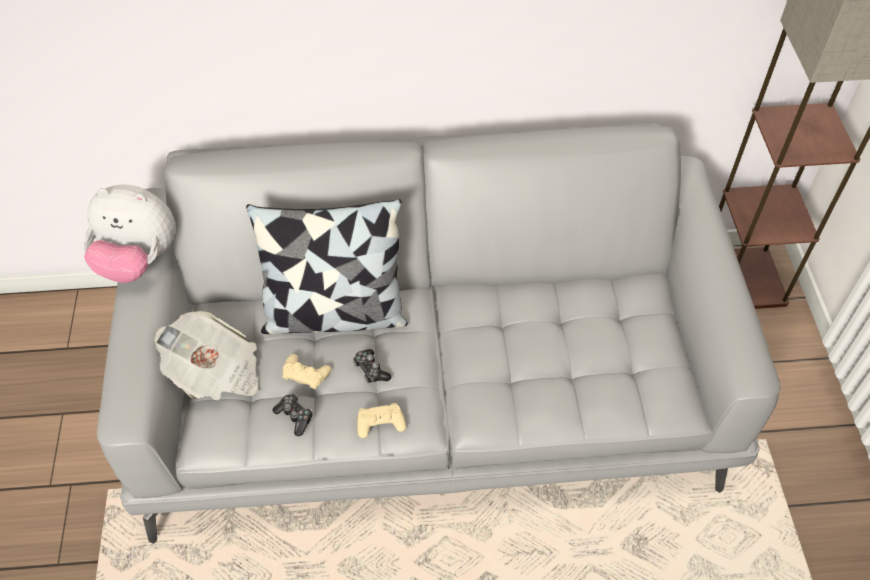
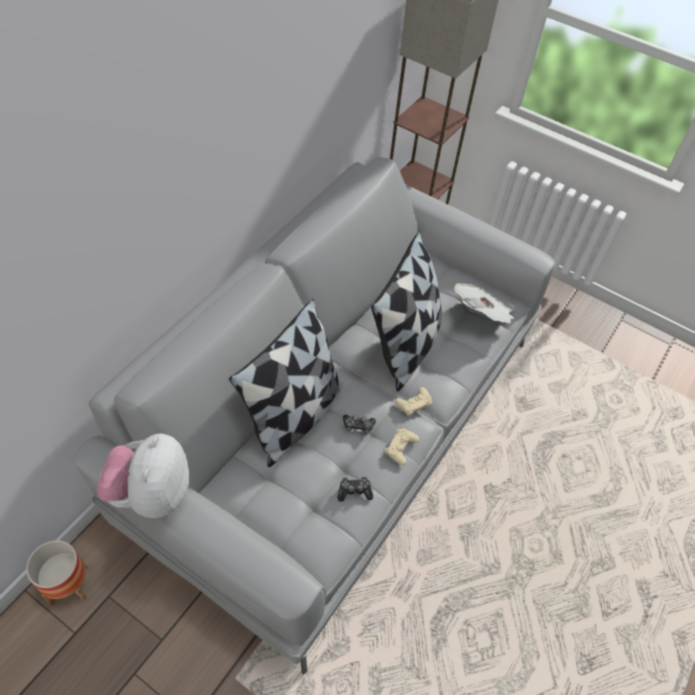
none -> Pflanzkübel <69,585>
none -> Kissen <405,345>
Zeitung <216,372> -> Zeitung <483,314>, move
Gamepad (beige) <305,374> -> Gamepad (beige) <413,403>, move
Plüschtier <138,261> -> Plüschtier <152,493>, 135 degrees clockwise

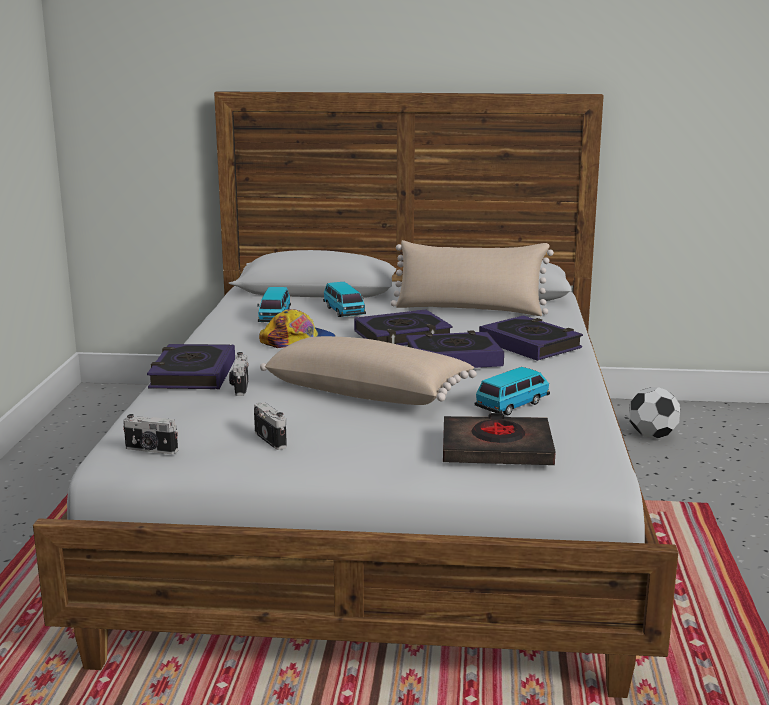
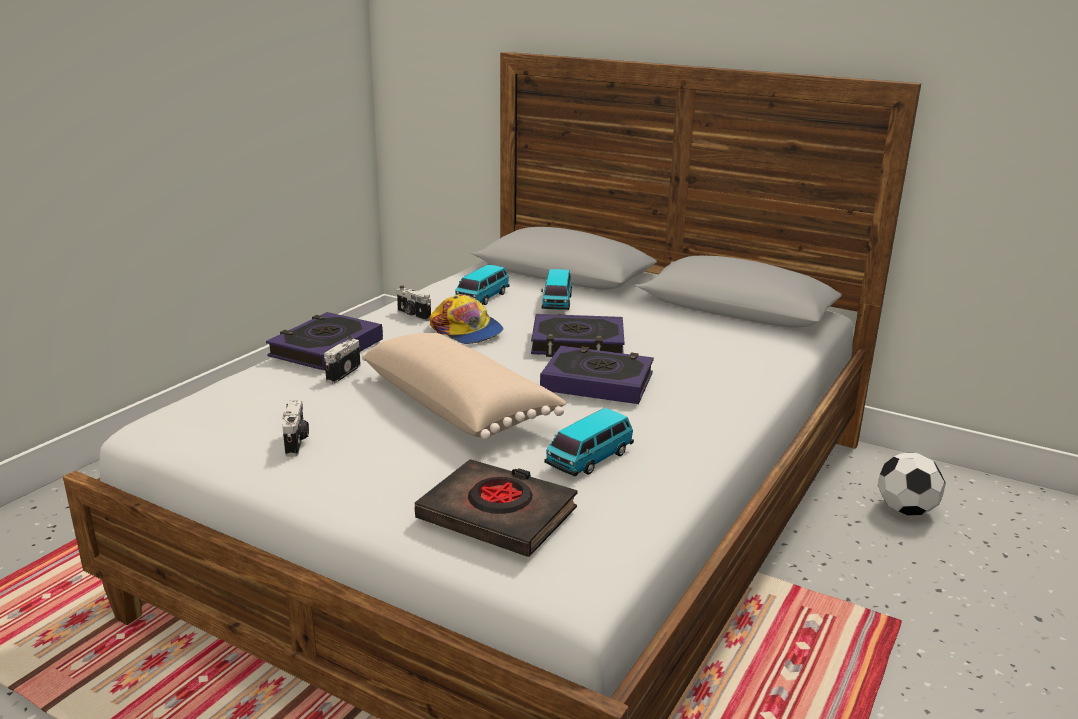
Kissen (beige) <469,309> -> none
Buch <530,345> -> none
Kamera <151,450> -> Kamera <413,315>, move
Spielzeugauto <512,405> -> Spielzeugauto <589,459>, 150 degrees clockwise

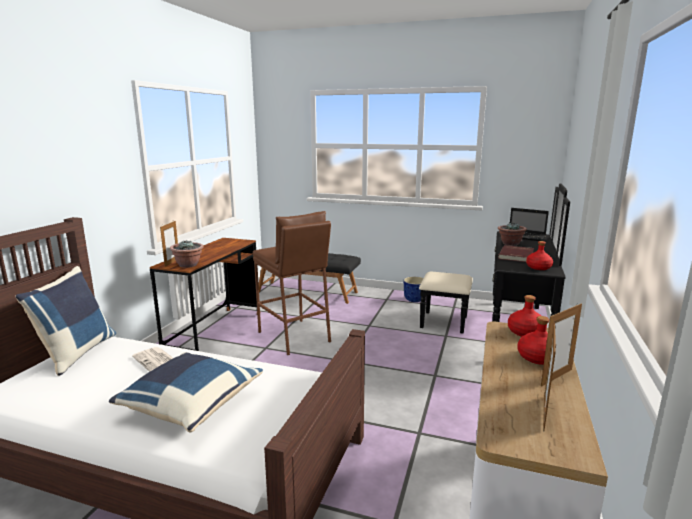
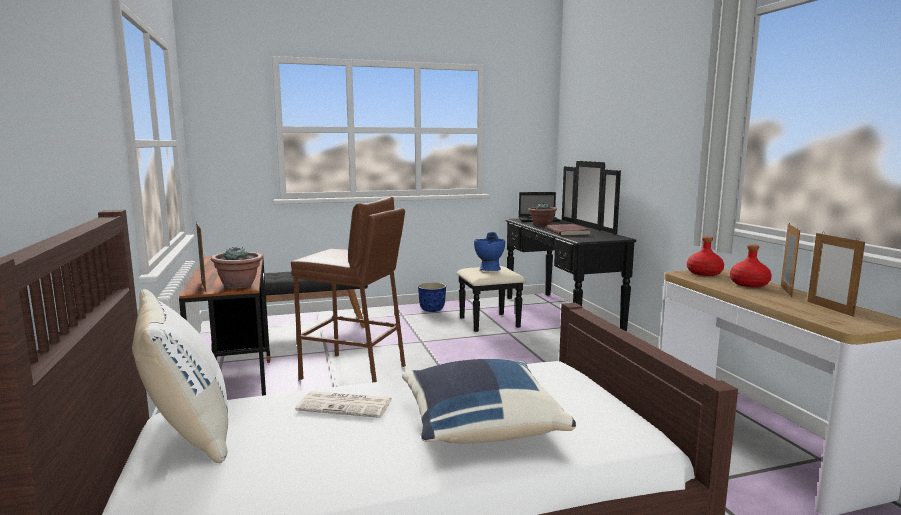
Flasche (rot) <538,267> -> none
none -> Vase (blau) <489,269>
Kissen (blau) <77,353> -> Kissen (weiß) <186,433>

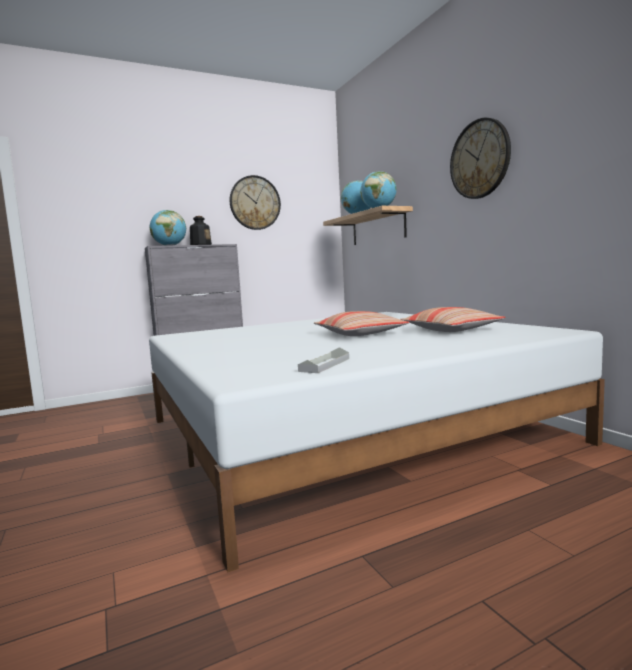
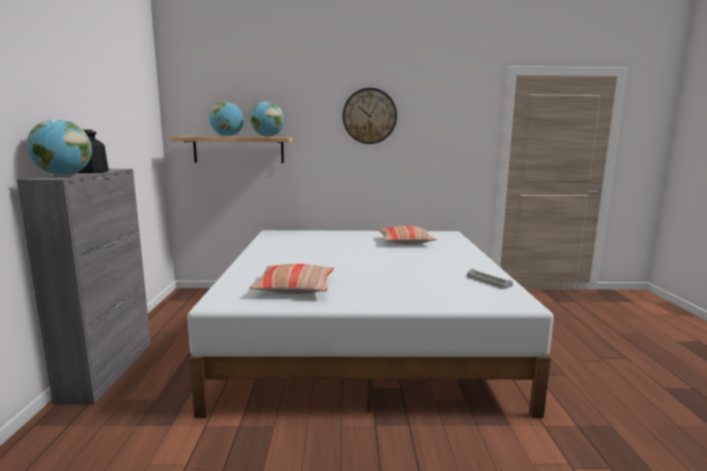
Wanduhr <255,203> -> none
Kissen <360,334> -> Kissen <294,288>, move

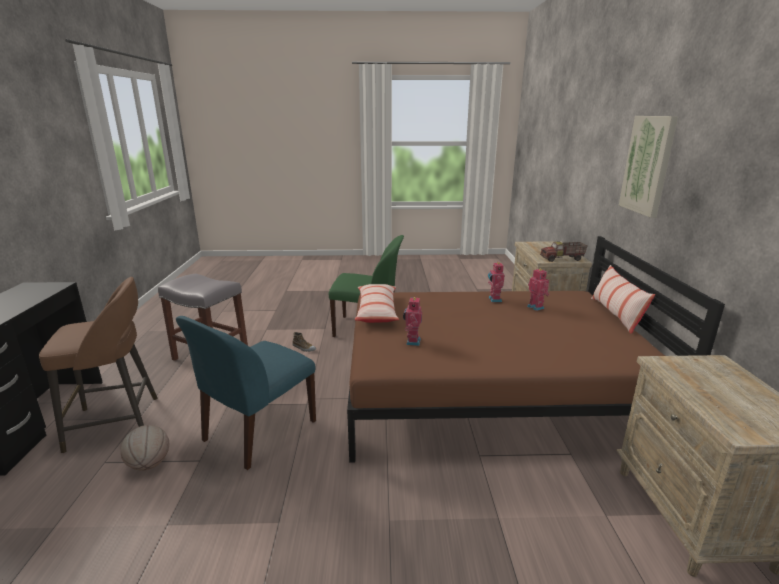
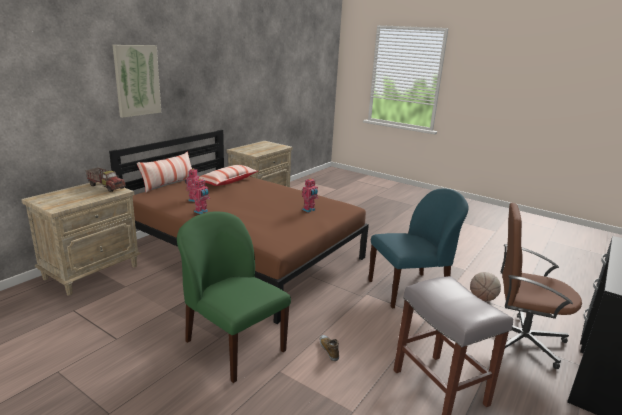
Kissen <377,311> -> Kissen <228,181>, move
Hocker (braun) <117,422> -> Bürostuhl (braun) <521,339>

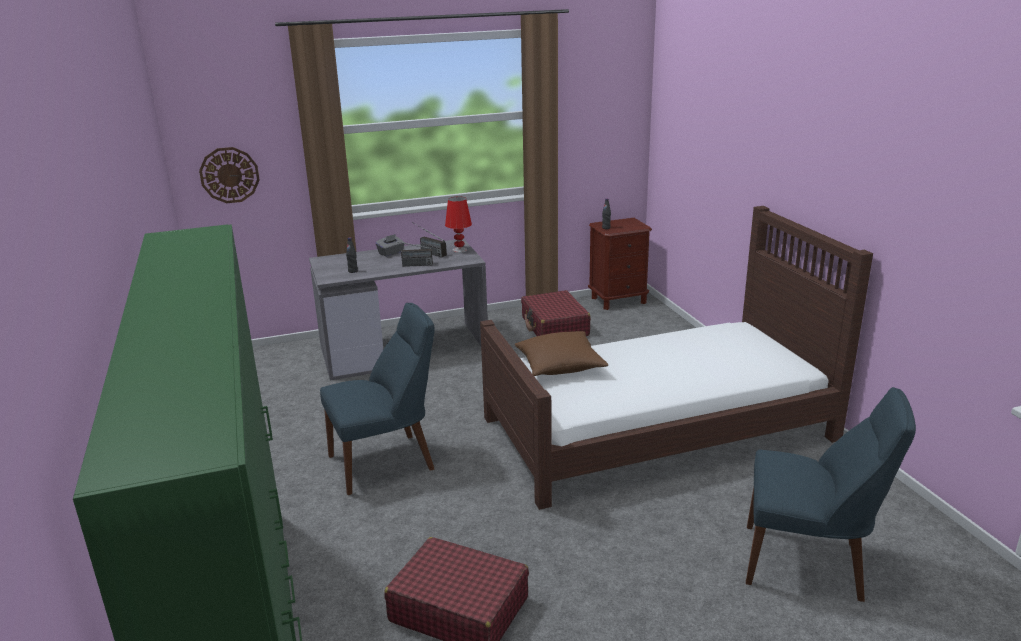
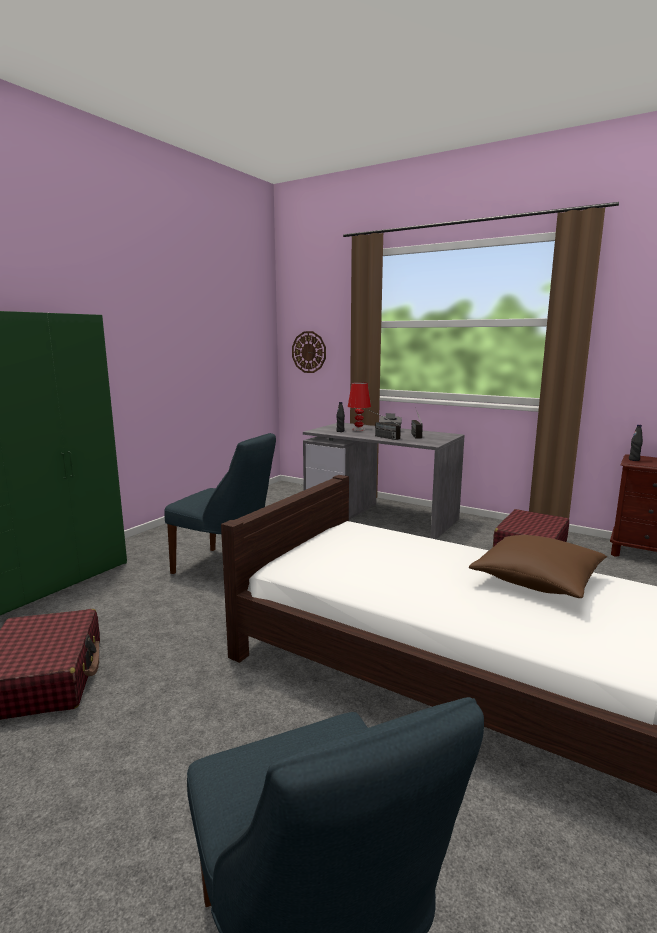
Tischlampe (rot) <459,250> -> Tischlampe (rot) <359,430>, move
Kissen (braun) <560,366> -> Kissen (braun) <537,580>, move

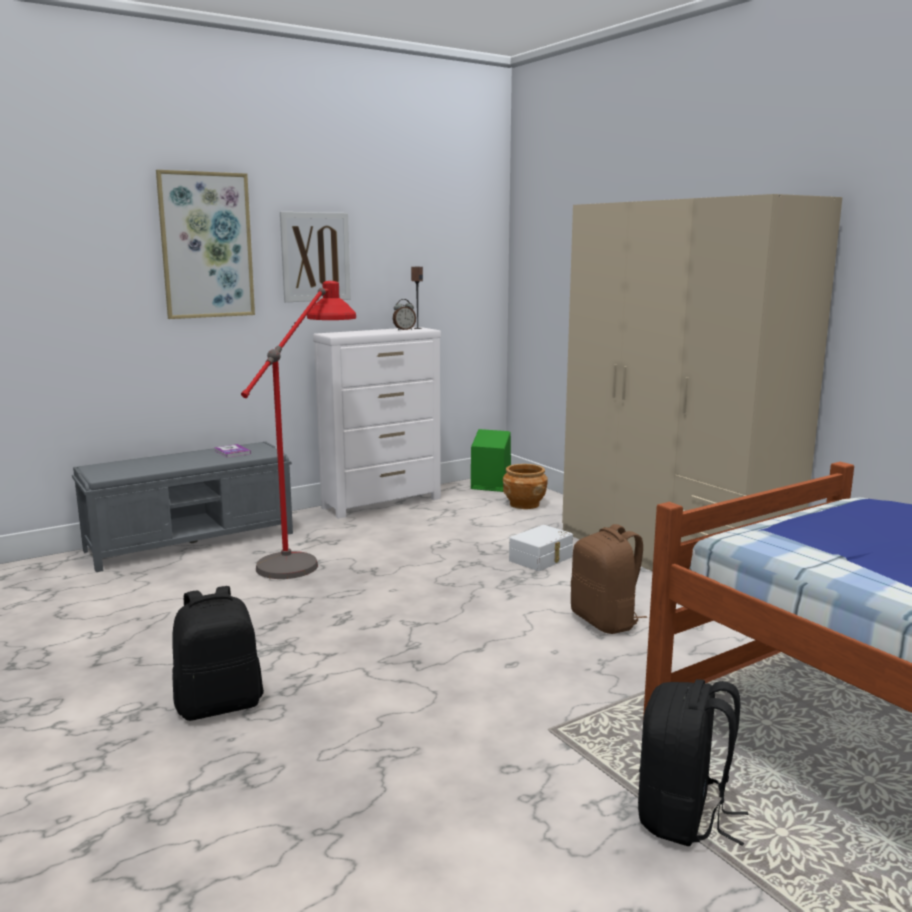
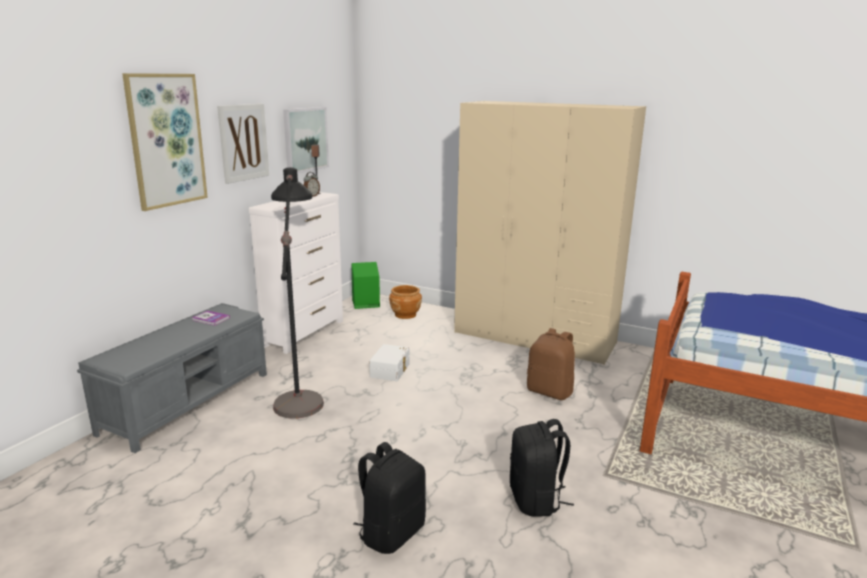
none -> Bild <305,139>
Aufbewahrungsbox (weiß) <542,559> -> Aufbewahrungsbox (weiß) <391,370>, move
Rucksack (schwarz) <683,817> -> Rucksack (schwarz) <536,500>, move
Stehlampe (rot) <309,552> -> Stehlampe (schwarz) <300,388>

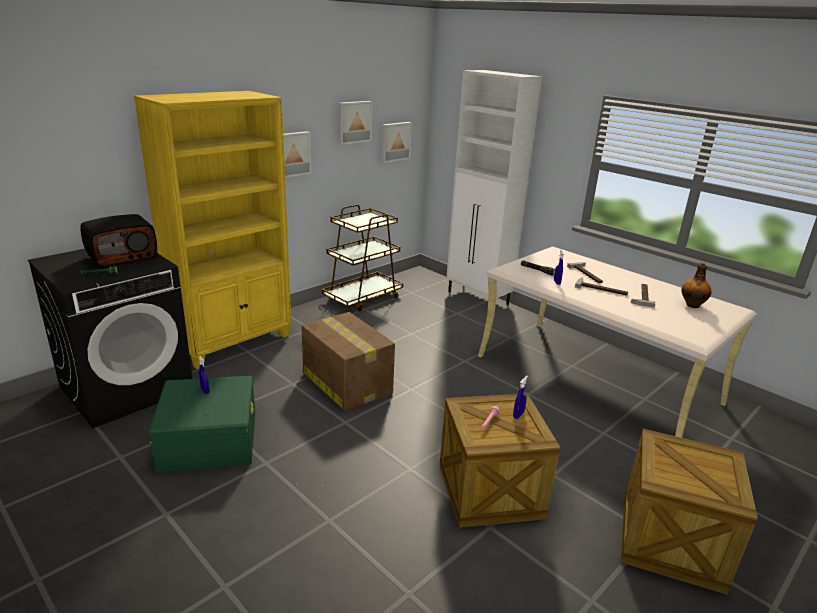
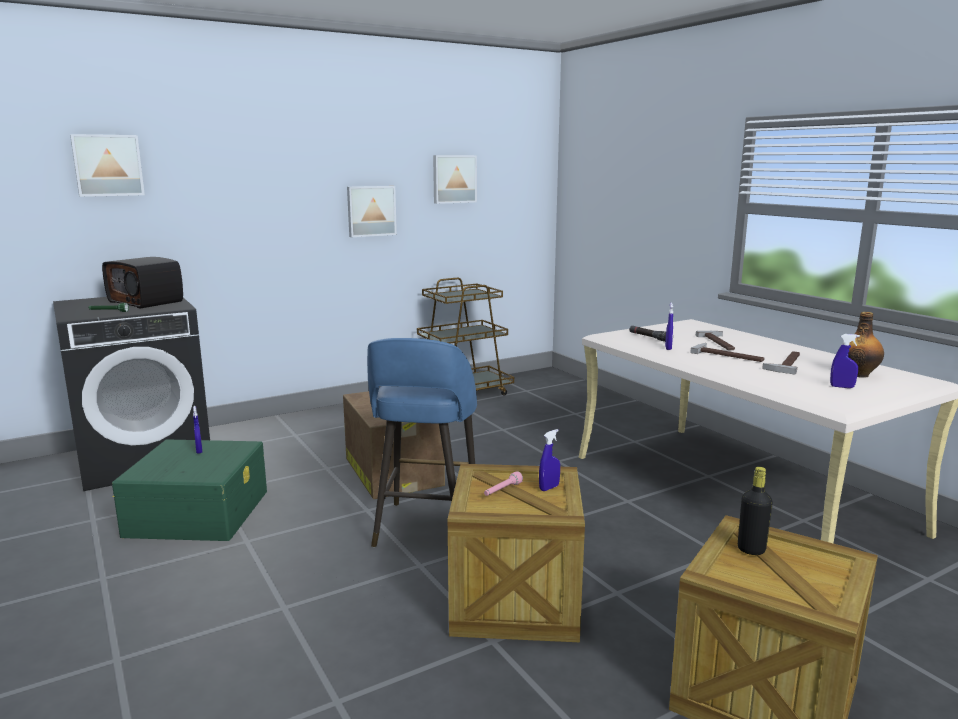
Bücherregal (gelb) <234,342> -> none
Schrank (weiß) <478,298> -> none
none -> Hocker (blau) <426,529>
none -> Flasche (schwarz) <751,549>
none -> Sprühflasche (blau) <842,387>
Bild <395,141> -> Bild <108,165>, move
Radio <122,257> -> Radio <147,301>, 60 degrees clockwise

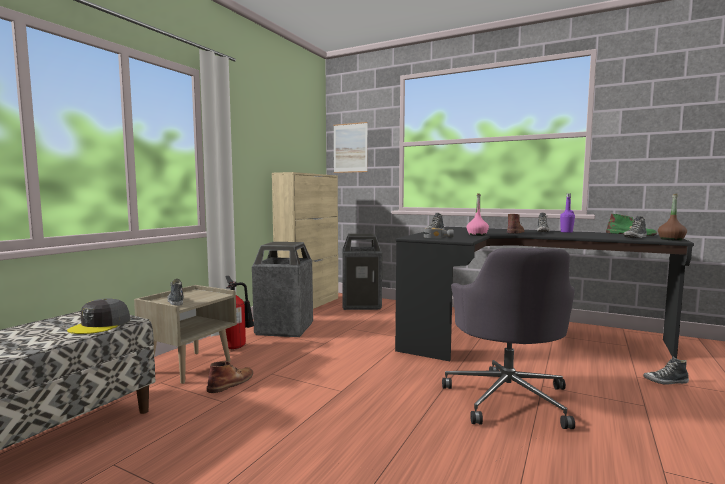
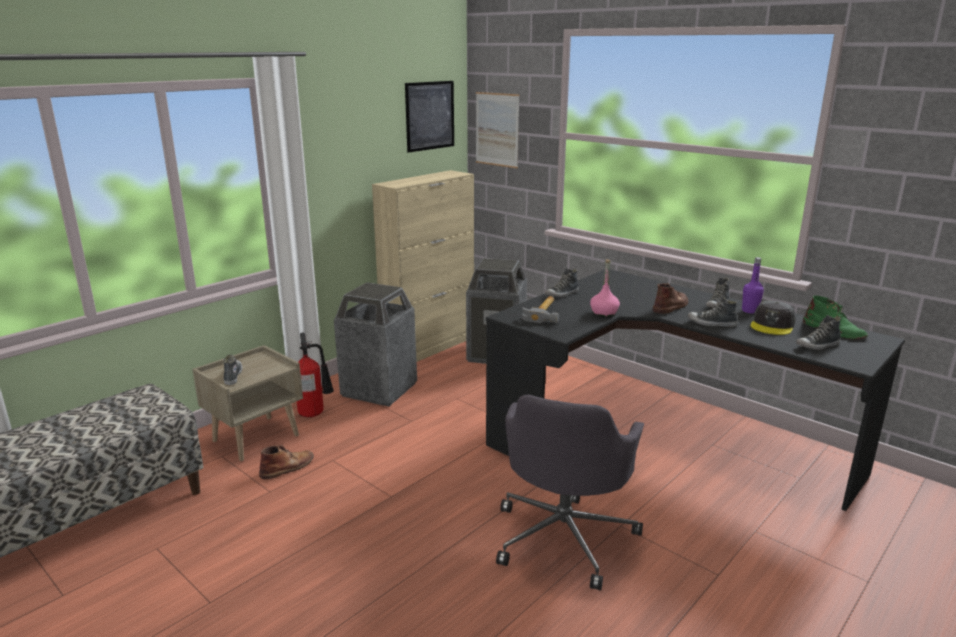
Flasche (braun) <671,239> -> none
none -> Bild <430,116>
Kappe (grau) <100,325> -> Kappe (grau) <772,325>, move
Schuh <665,381> -> Schuh <711,323>, move

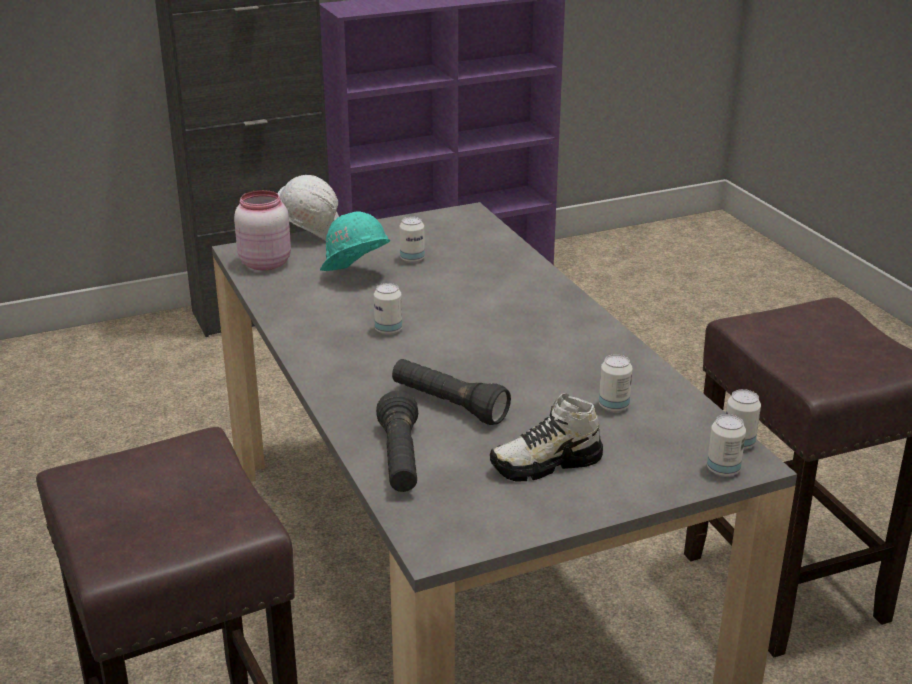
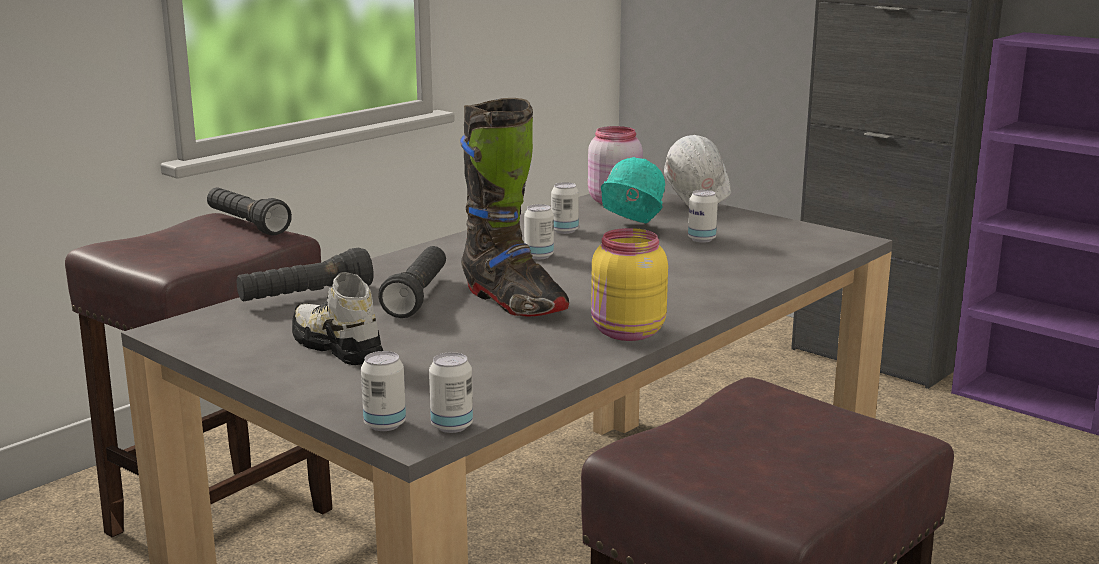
none -> Taschenlampe (schwarz) <247,225>
none -> Stiefel (schwarz) <513,302>
none -> Vorratsglas (gelb) <626,333>
Dose <613,406> -> Dose <564,231>, move

